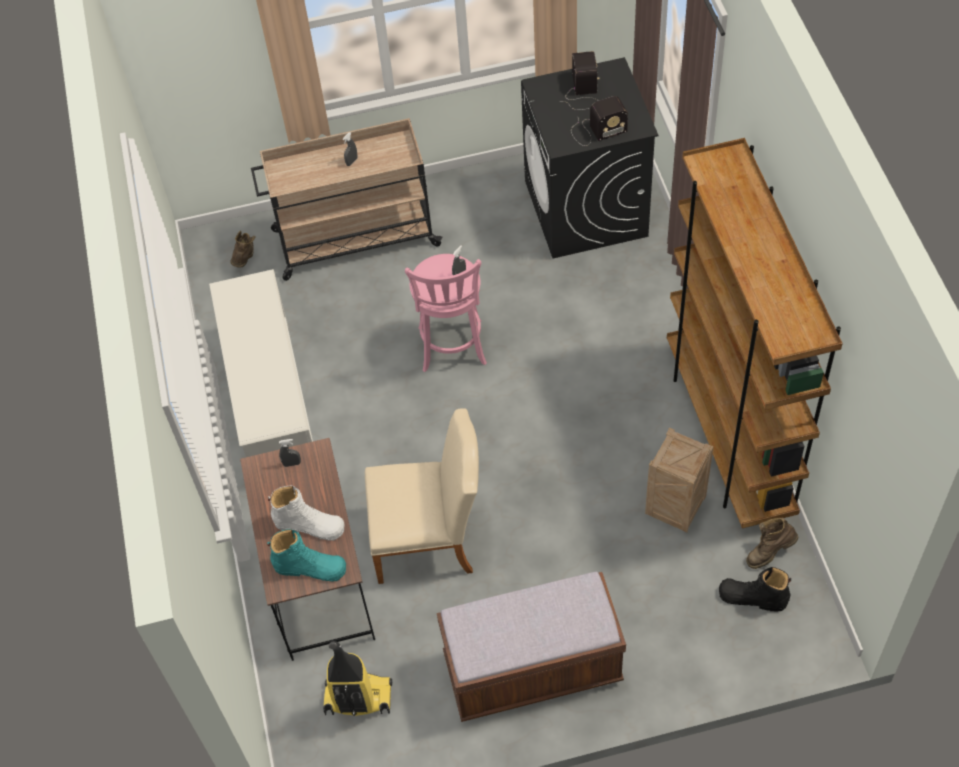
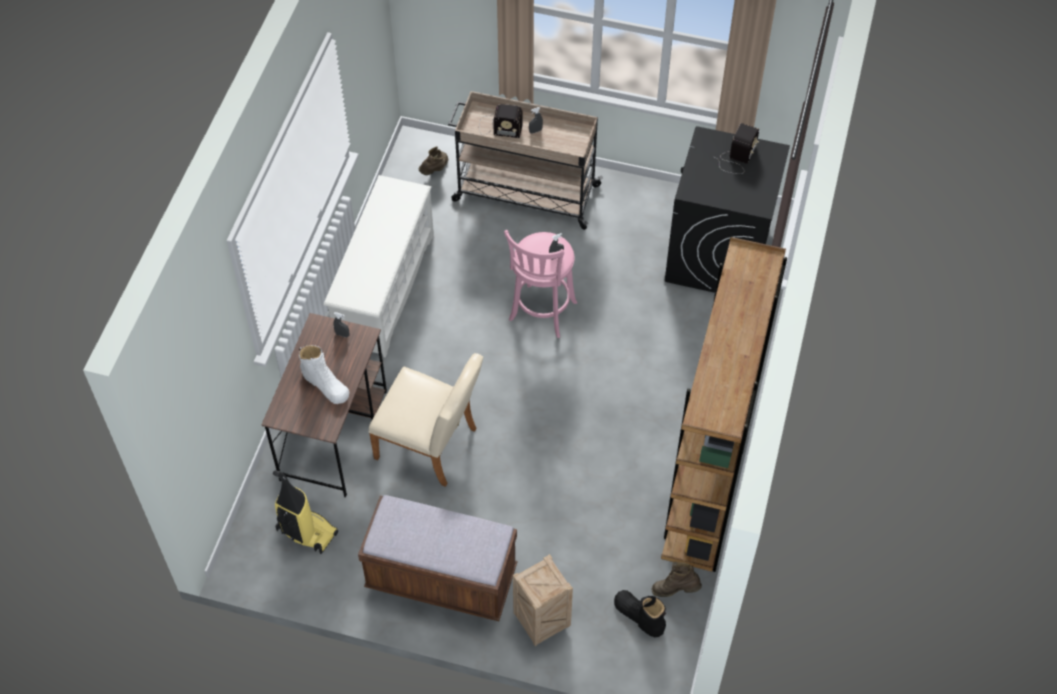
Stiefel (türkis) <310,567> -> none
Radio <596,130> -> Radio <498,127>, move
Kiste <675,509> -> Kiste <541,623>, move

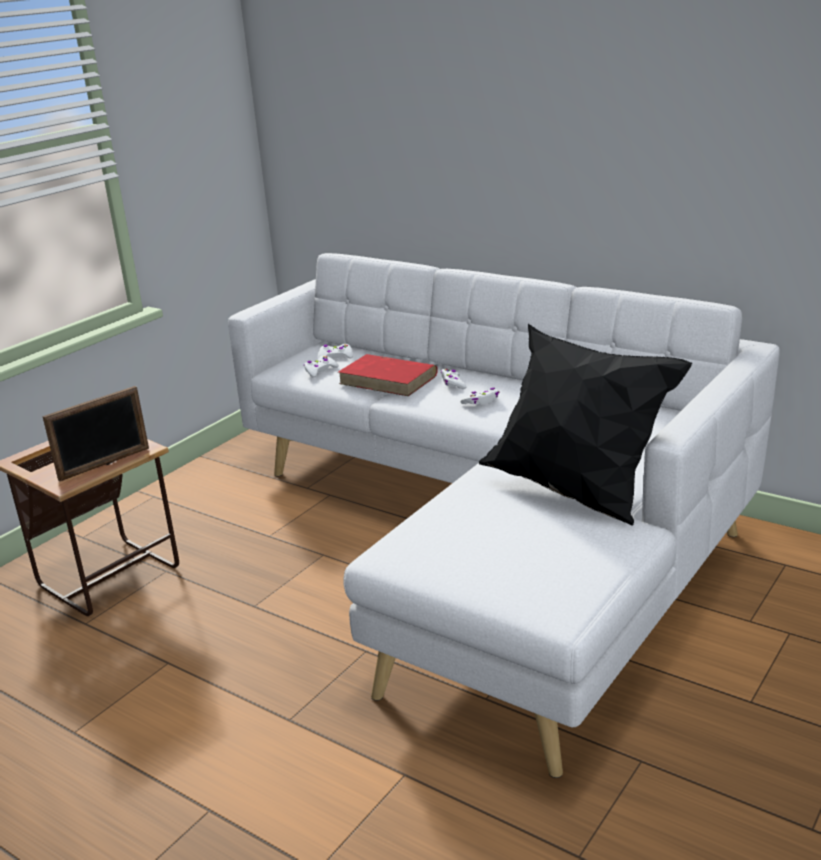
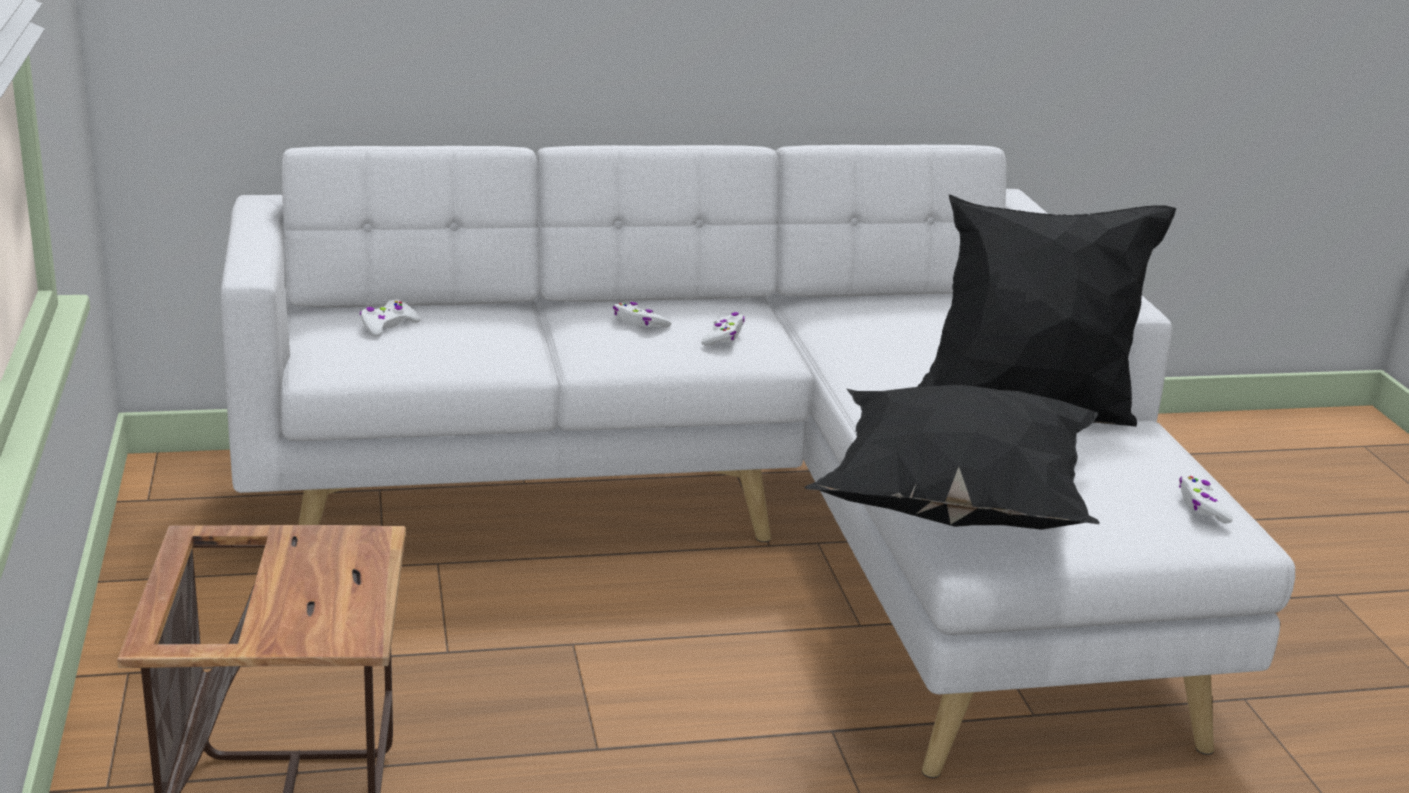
Bilderrahmen <105,464> -> none
Buch (rot) <389,379> -> none
none -> Kissen (schwarz) <952,509>
Gamepad (weiß) <320,370> -> Gamepad (weiß) <1202,507>, move

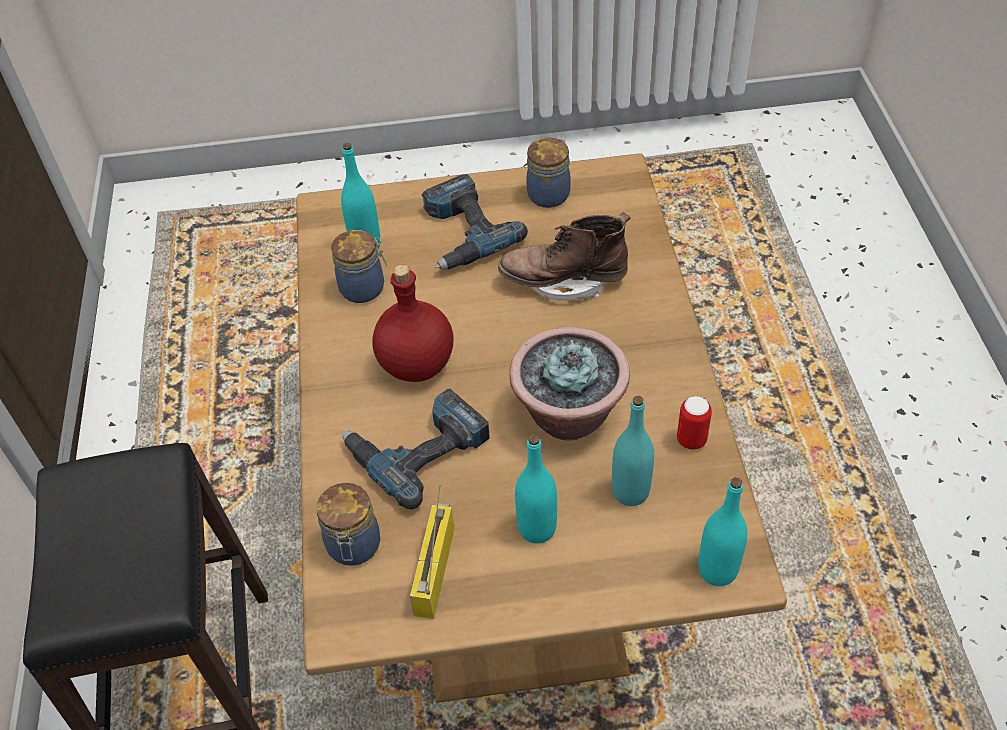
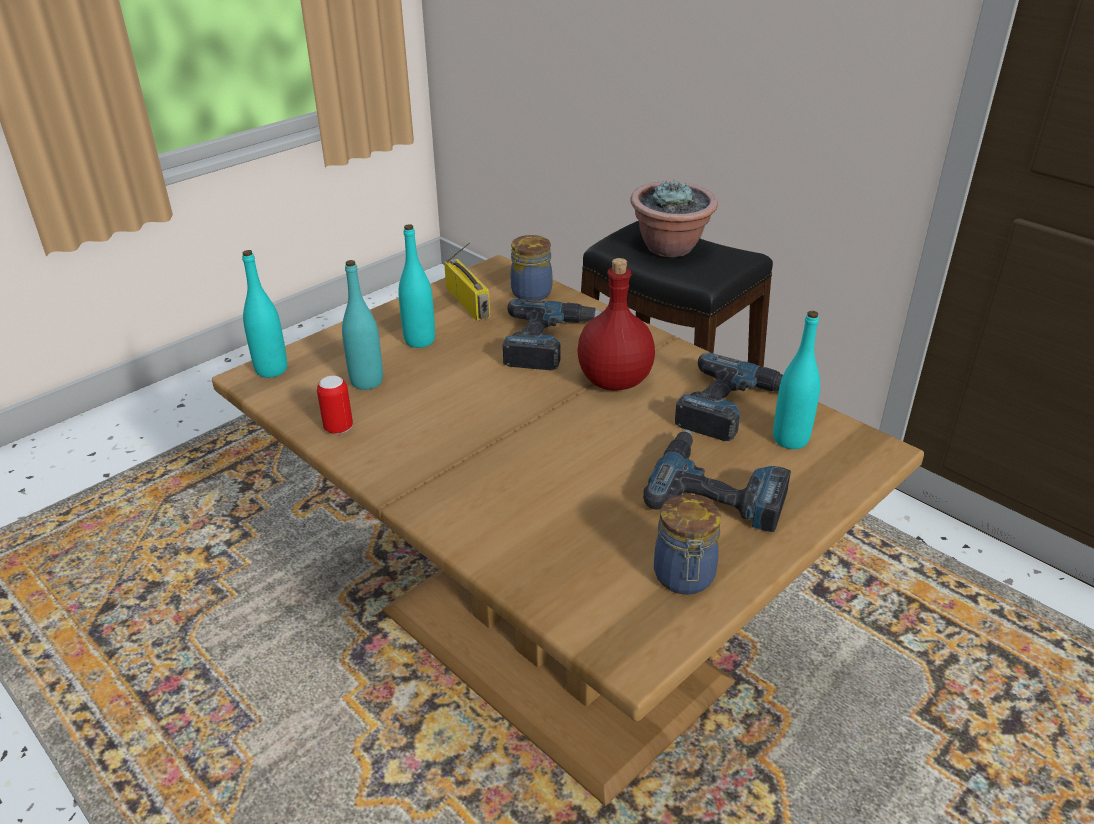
Stiefel (braun) <564,281> -> none
Topfpflanze <568,415> -> Topfpflanze <670,247>, move
Vorratsglas <364,288> -> Bohrmaschine <733,408>

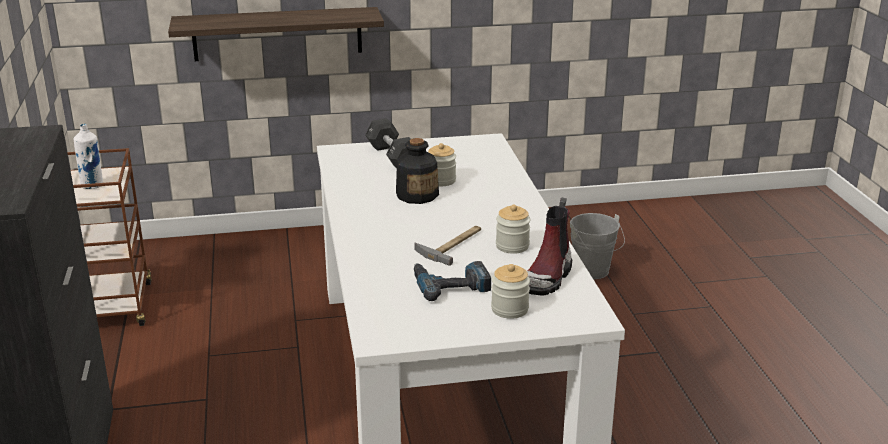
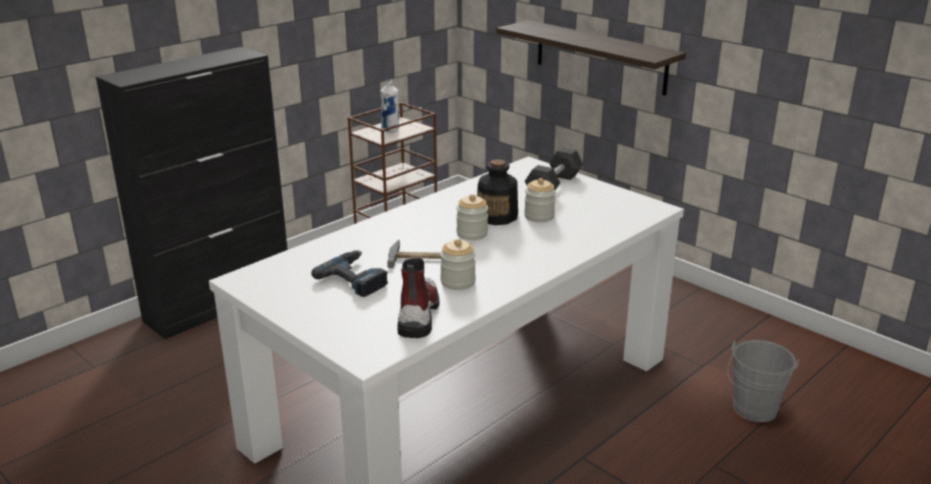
Vorratsglas <509,309> -> Vorratsglas <472,234>, move
Stiefel <547,278> -> Stiefel <417,315>, 105 degrees clockwise

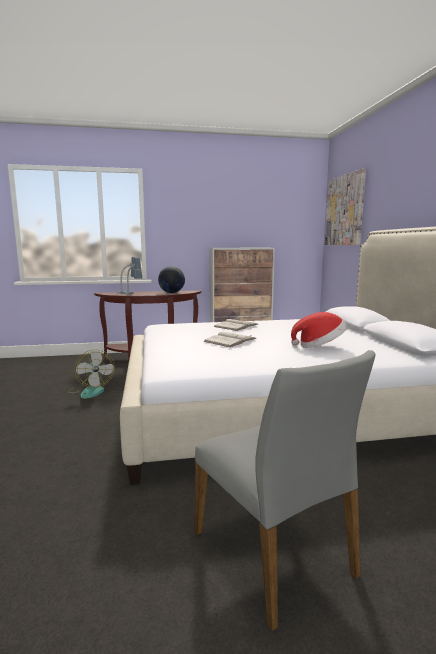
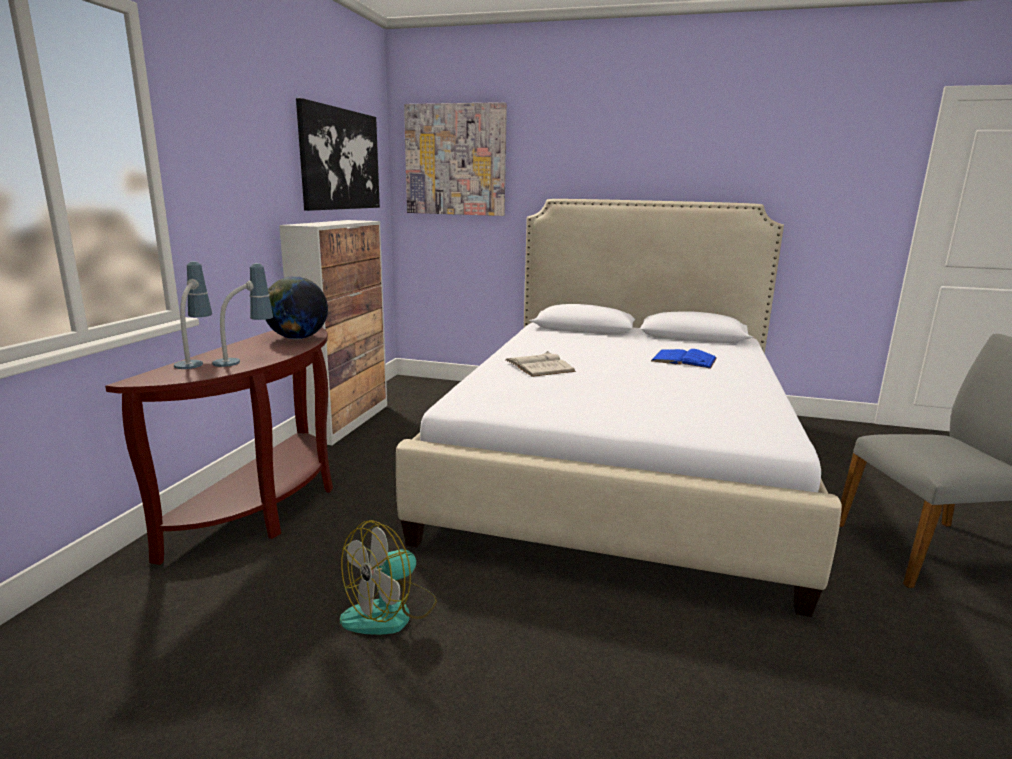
Buch (weiß) <230,340> -> none
none -> Bild <340,159>
Hut <319,346> -> Buch (blau) <684,359>
Ventilator <91,391> -> Ventilator <390,612>, 135 degrees clockwise

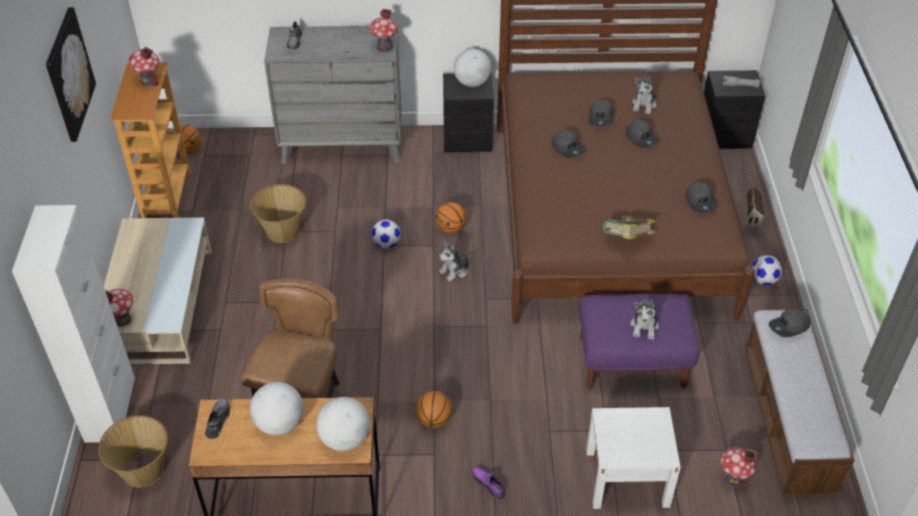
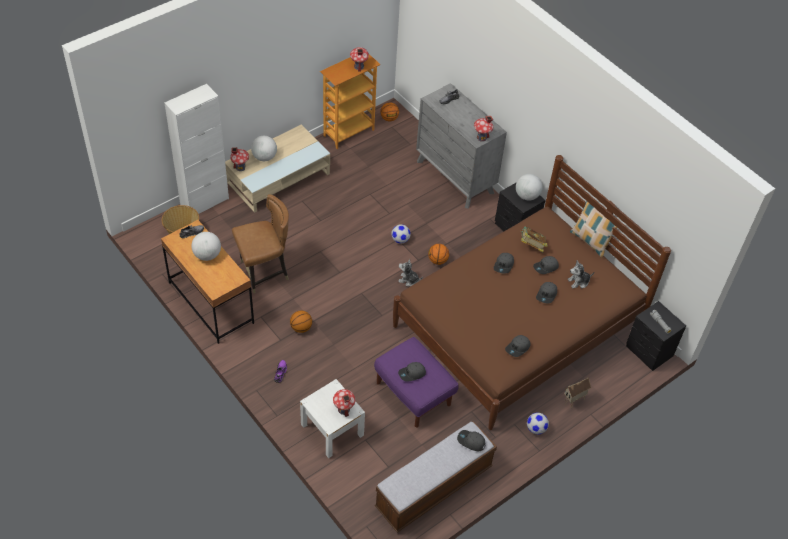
Bild <68,74> -> none
Korb <282,231> -> none
none -> Kissen <590,241>
Globus <344,439> -> Globus <264,157>, move
Buch <626,239> -> Buch <531,246>, move
Spielzeughaus <733,479> -> Spielzeughaus <343,409>, move
Plüschtier <644,326> -> Kappe (grau) <412,374>

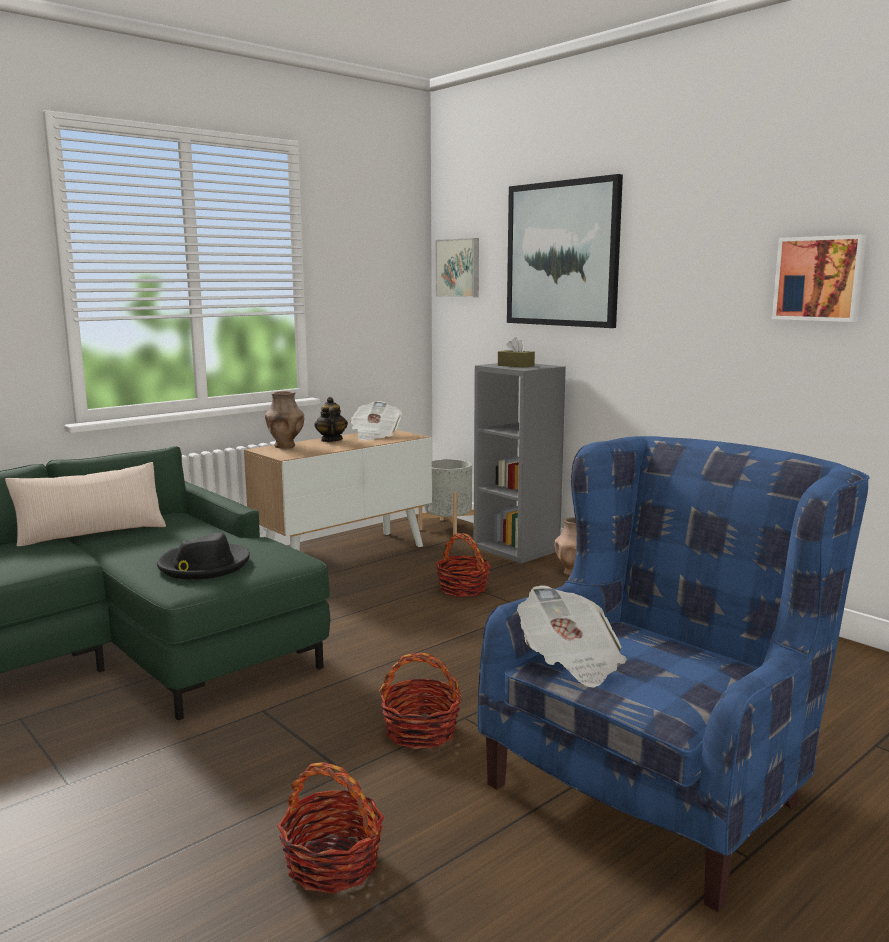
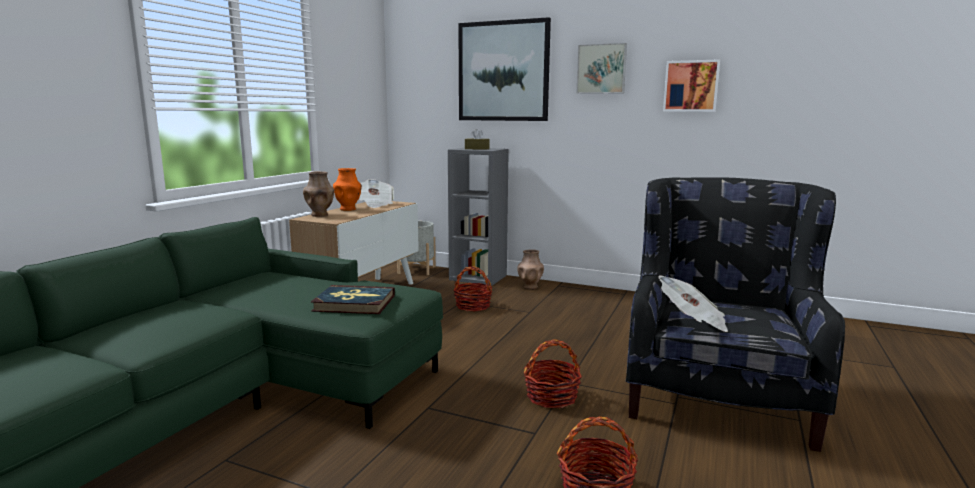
Kissen (beige) <91,533> -> none
Bild <459,268> -> Bild <601,69>, move
Hut (schwarz) <203,565> -> Buch <354,303>
Teekanne <331,440> -> Vase (orange) <348,209>
Sessel (blau) <662,783> -> Sessel (schwarz) <717,393>

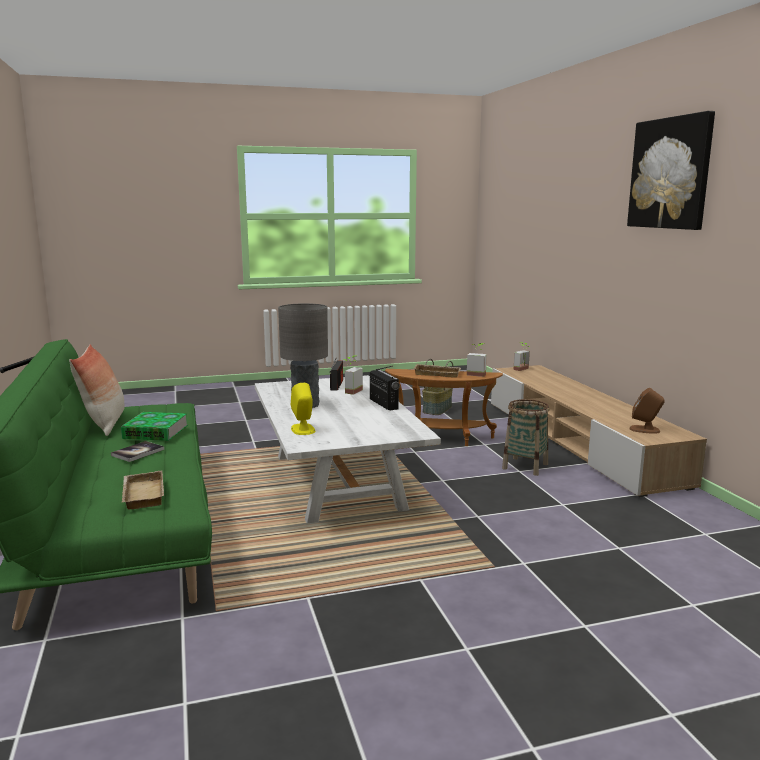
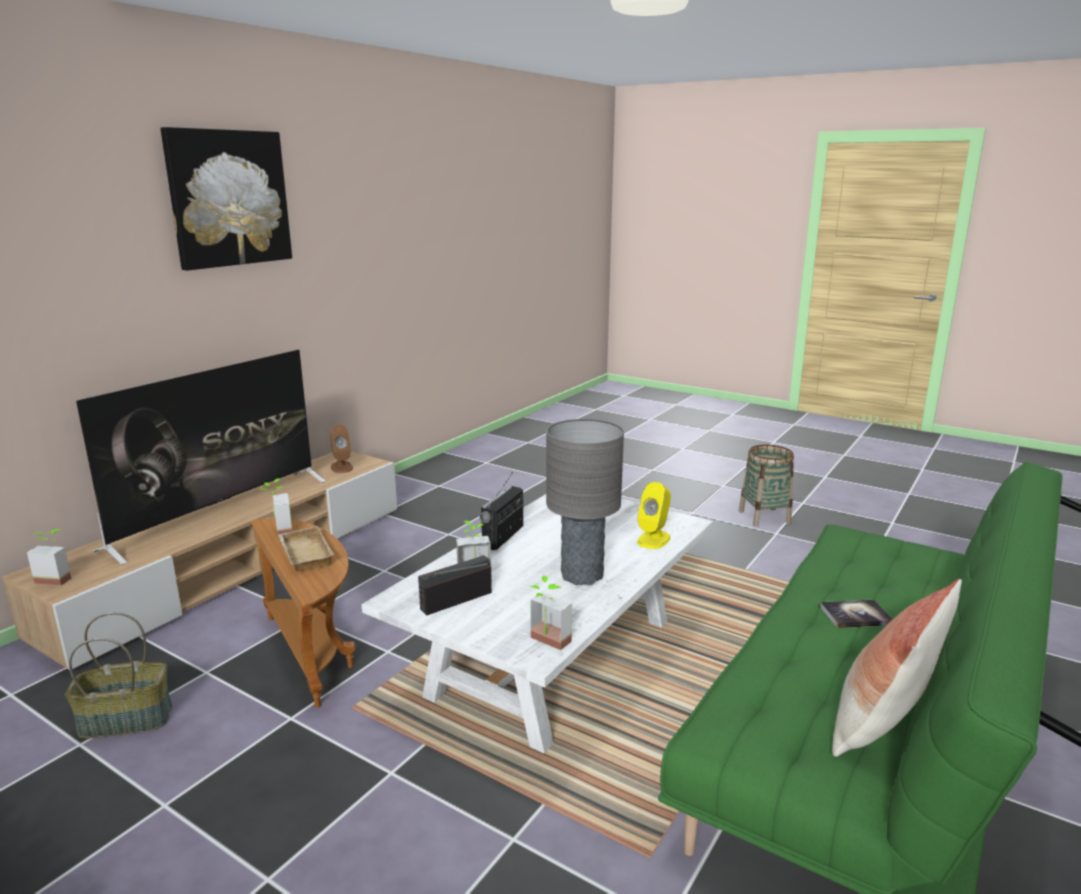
Buch <155,432> -> none
Tablett (beige) <141,494> -> none
none -> Fernseher <221,512>
none -> Topfpflanze <546,643>
Korb <525,466> -> Korb <764,517>, move

